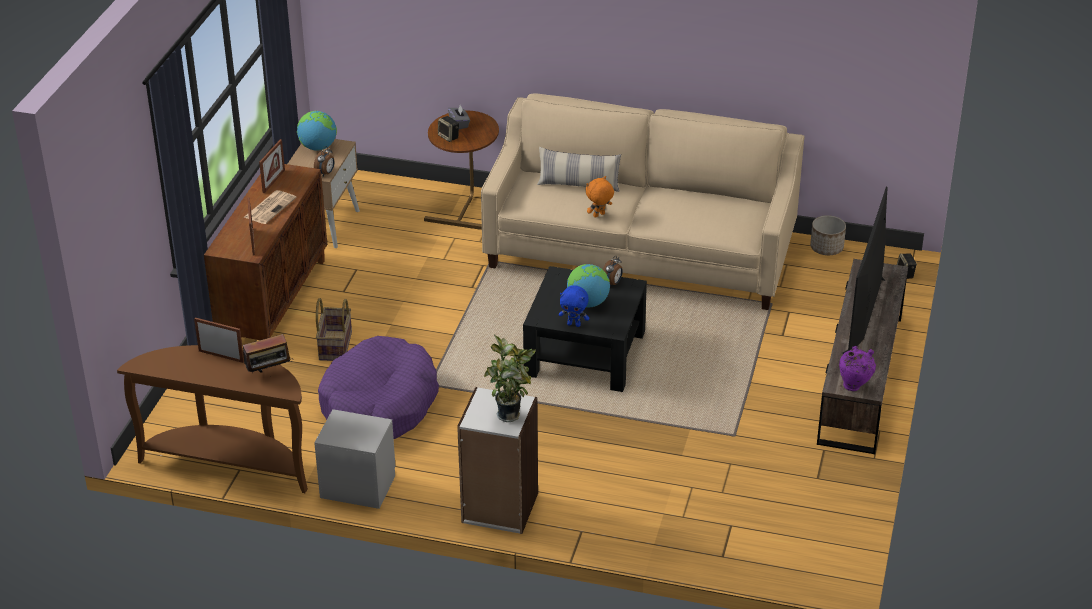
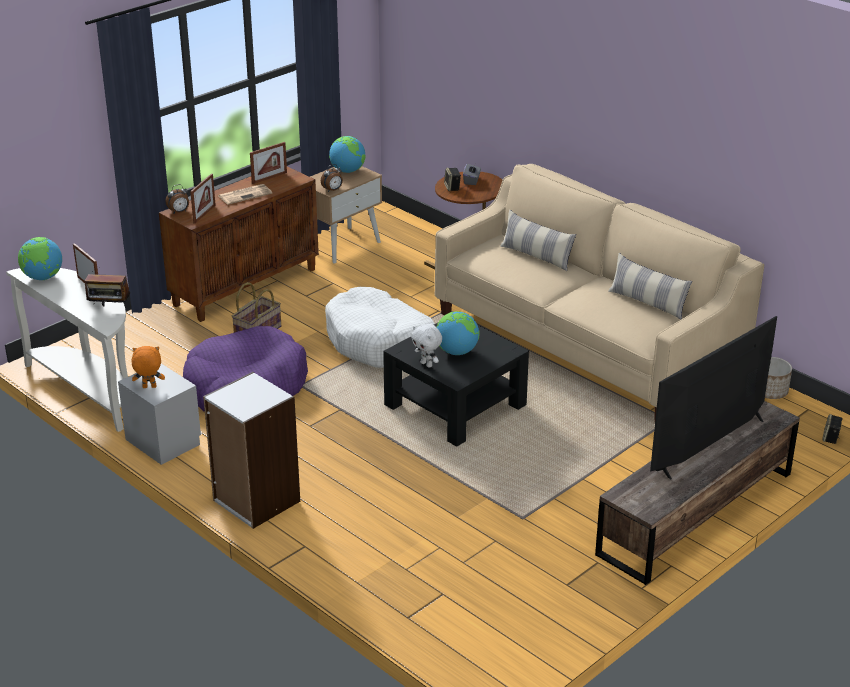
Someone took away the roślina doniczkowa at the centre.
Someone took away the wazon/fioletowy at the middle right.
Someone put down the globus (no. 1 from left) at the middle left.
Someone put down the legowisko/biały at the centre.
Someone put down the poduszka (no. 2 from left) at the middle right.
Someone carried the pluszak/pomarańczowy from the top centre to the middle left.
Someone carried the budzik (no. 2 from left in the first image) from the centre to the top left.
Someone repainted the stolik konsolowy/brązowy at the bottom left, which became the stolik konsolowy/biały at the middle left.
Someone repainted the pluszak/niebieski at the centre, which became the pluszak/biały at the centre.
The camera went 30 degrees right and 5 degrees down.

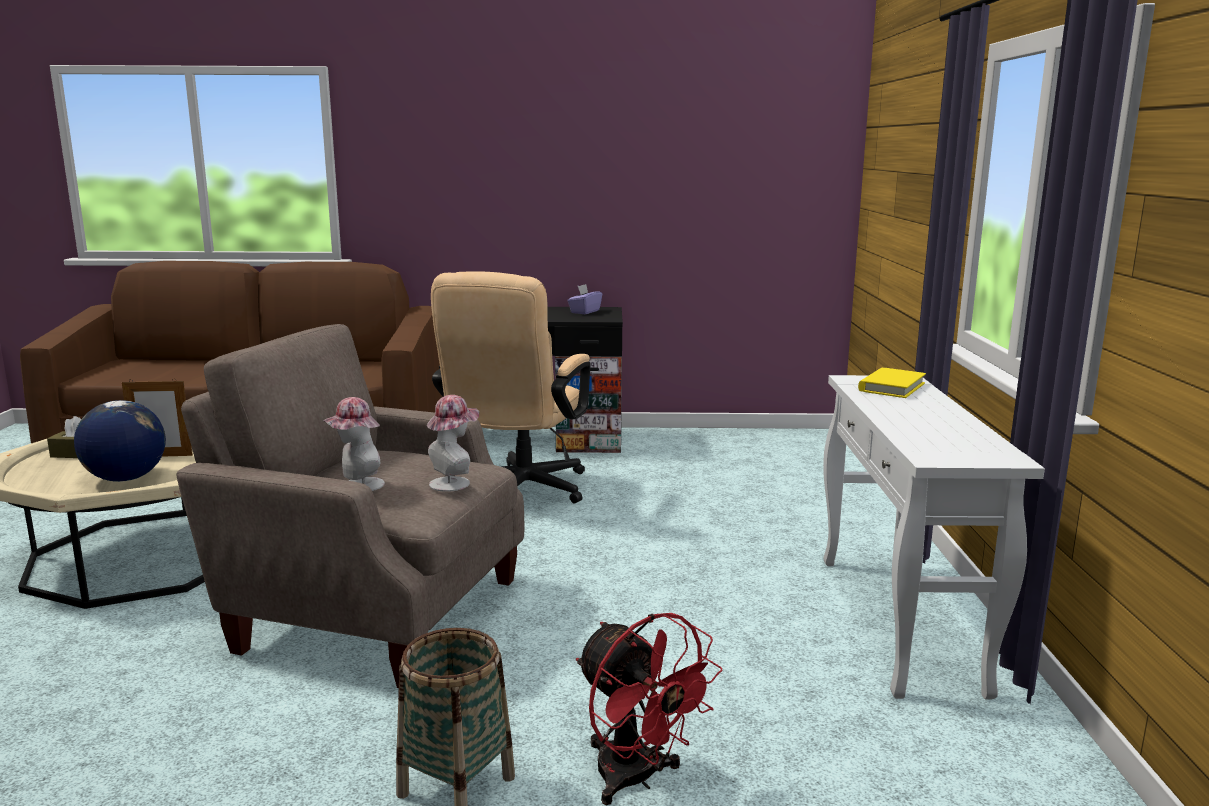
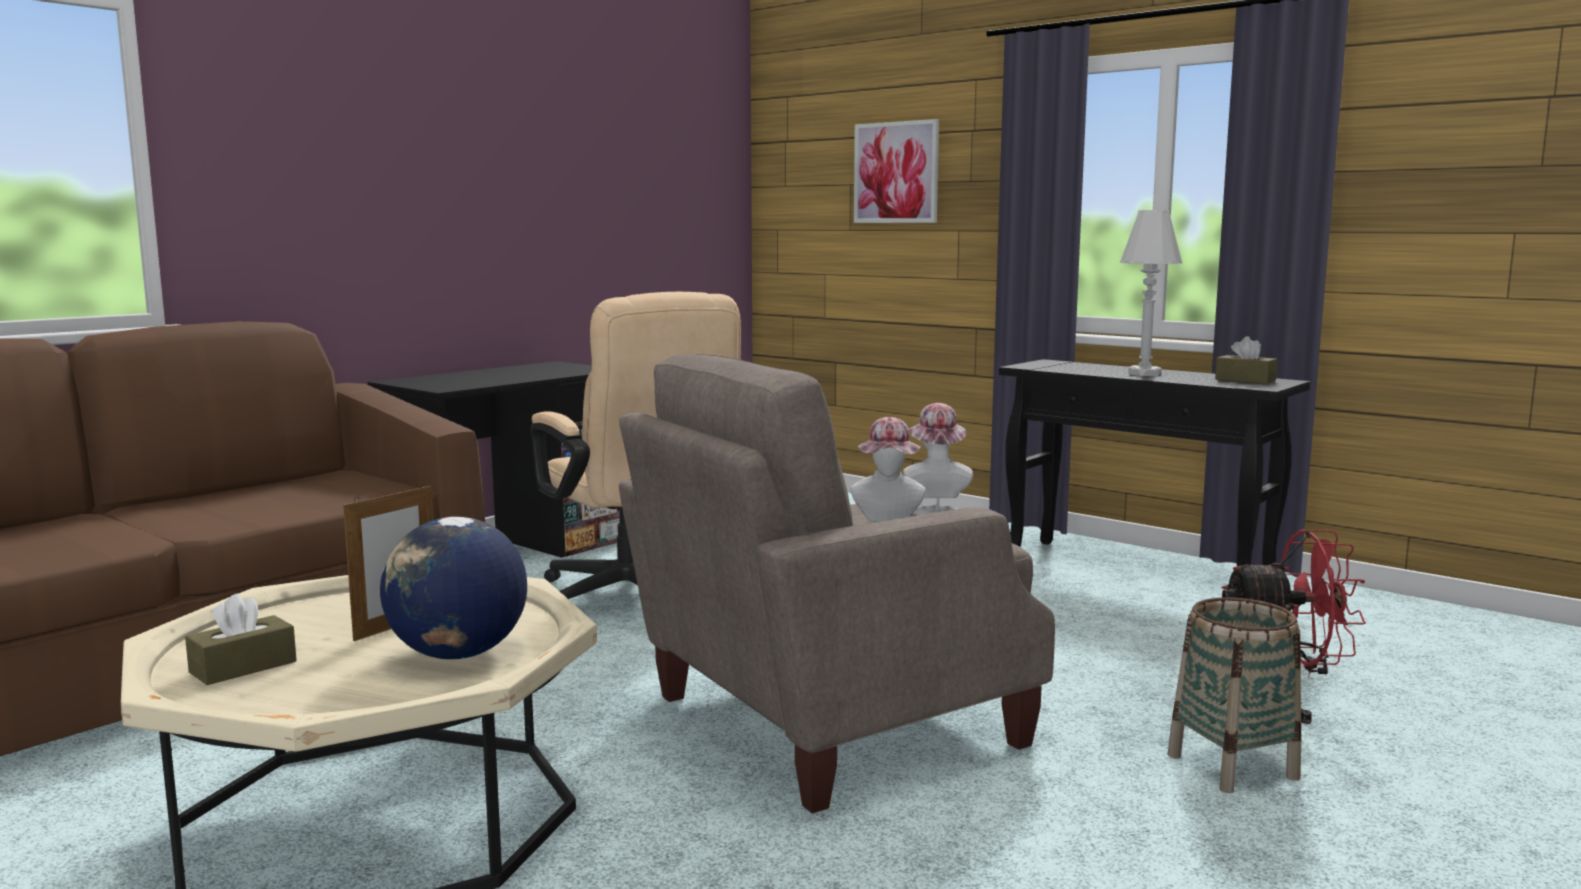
Someone took away the pudełko chusteczek/fioletowy at the centre.
Someone took away the książka/żółty at the middle right.
Someone put up the obraz at the top centre.
Someone put down the lampa stołowa/biały at the top right.
Someone put down the pudełko chusteczek/brązowy (no. 2 from left) at the middle right.
Someone repainted the stolik konsolowy/biały at the middle right, which became the stolik konsolowy/czarny at the middle right.
The camera went 50 degrees left and 5 degrees down.

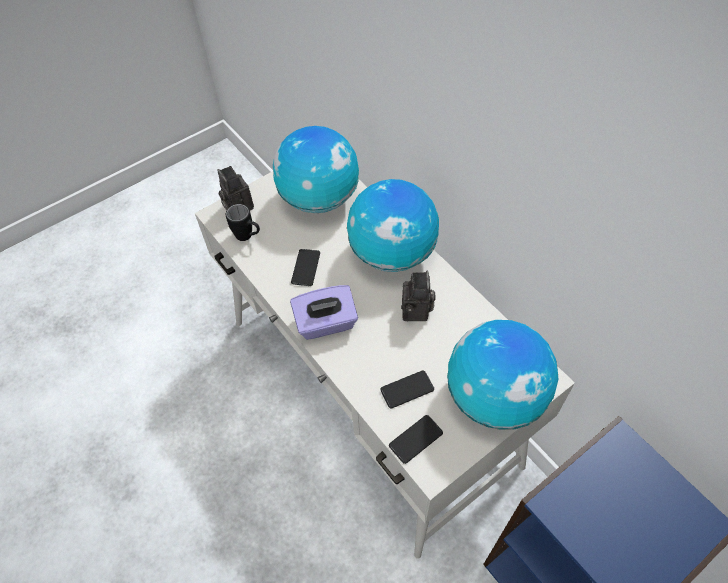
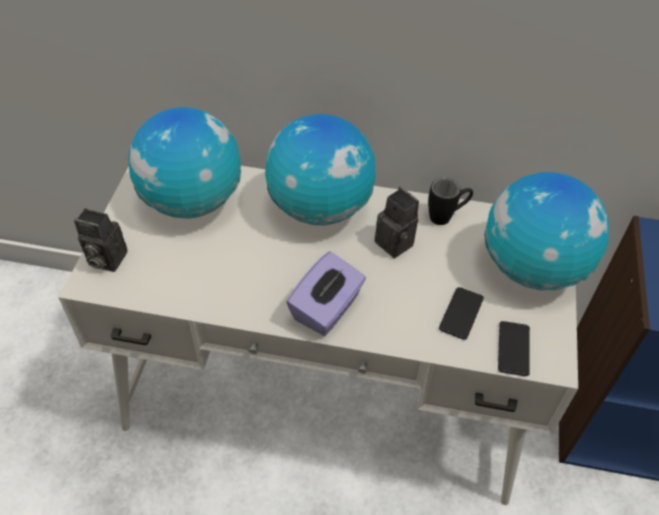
Someone took away the telefon (no. 1 from left) at the centre.
Someone carried the kubek/czarny from the centre to the middle right.
The camera went 45 degrees left and 5 degrees down.

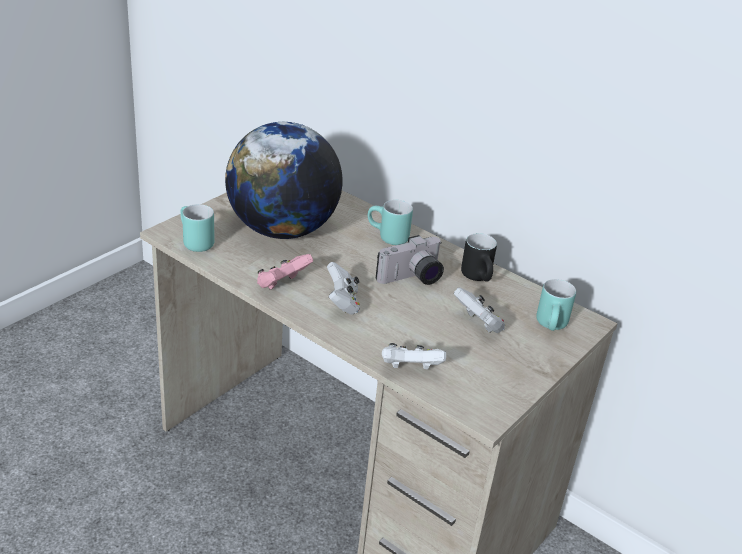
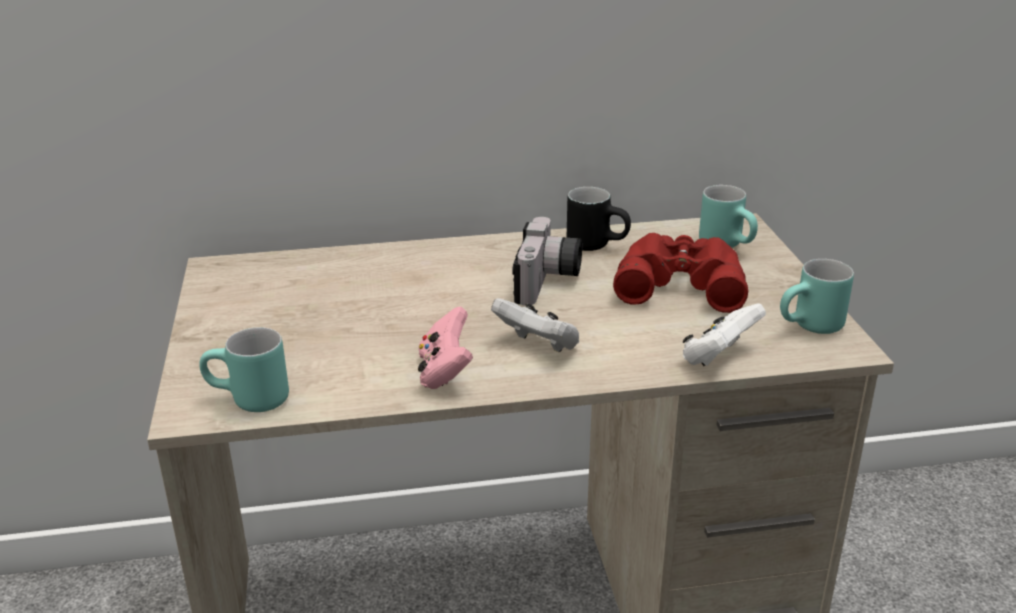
Someone took away the globus at the top centre.
Someone carried the kubek/turkusowy (no. 2 from left in the first image) from the centre to the middle right.
Someone swapped the pad do gier/biały (no. 3 from left) at the centre for the lornetka/czerwony at the middle right.
The camera went 45 degrees left and 5 degrees down.

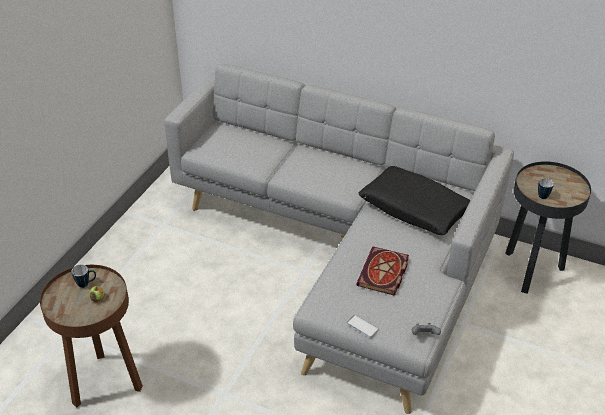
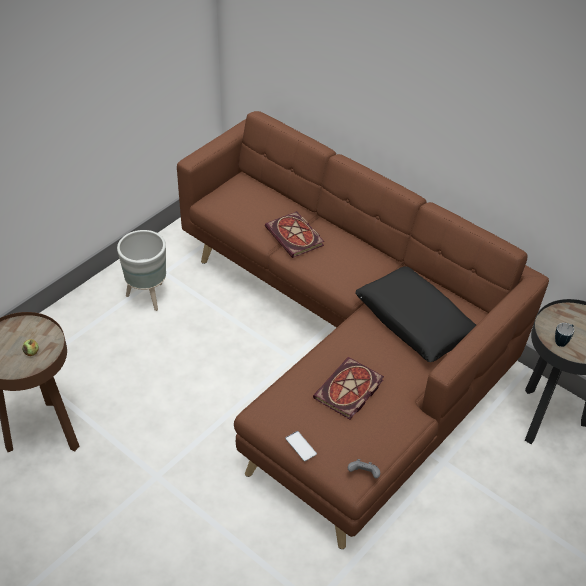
Someone took away the kubek (no. 1 from left) at the middle left.
Someone put down the donica/szary at the middle left.
Someone put down the książka (no. 1 from left) at the centre.
Someone repainted the kanapa/szary at the centre, which became the kanapa/brązowy at the centre.
The camera went 15 degrees right and 5 degrees up.

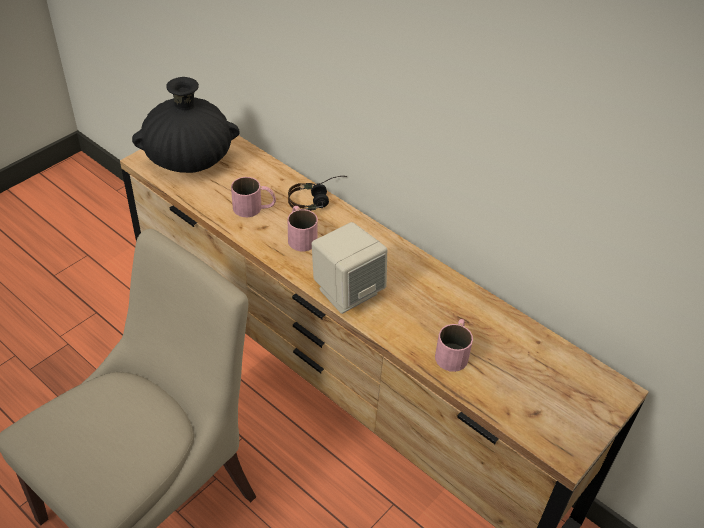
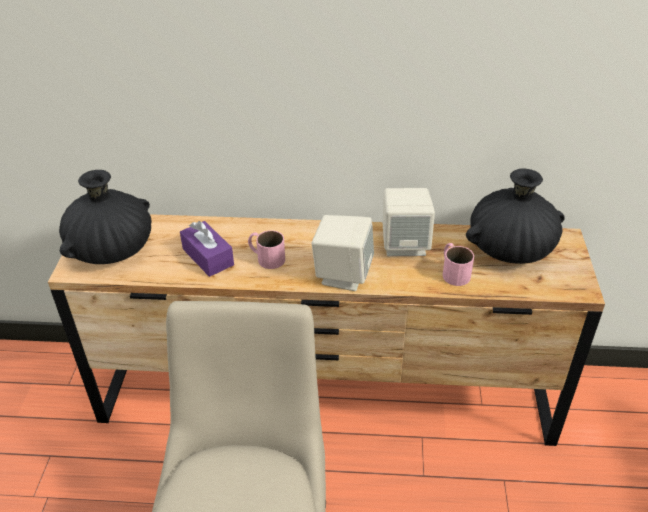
Someone took away the słuchawki at the centre.
Someone put down the głośnik/beżowy (no. 2 from left) at the centre.
Someone put down the wazon/czarny (no. 2 from left) at the middle right.
Someone swapped the kubek/różowy (no. 1 from left) at the centre for the pudełko chusteczek/fioletowy at the middle left.
The camera went 35 degrees left and 5 degrees down.

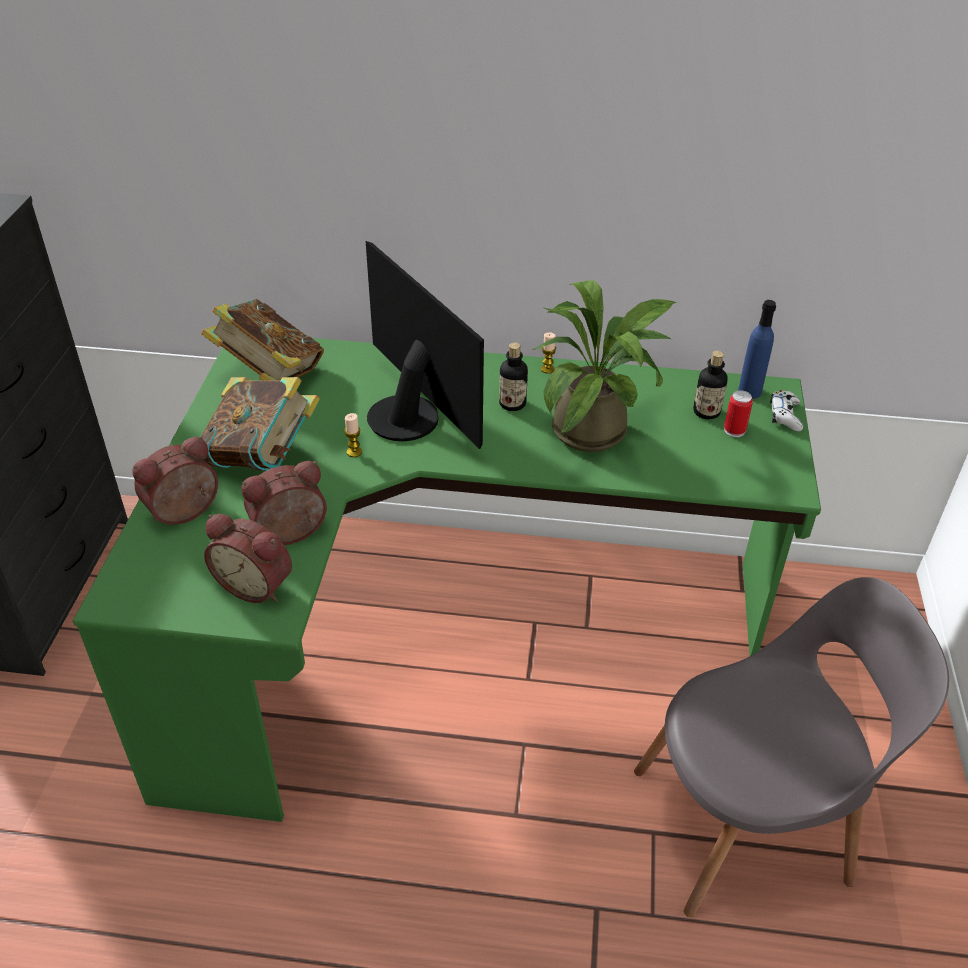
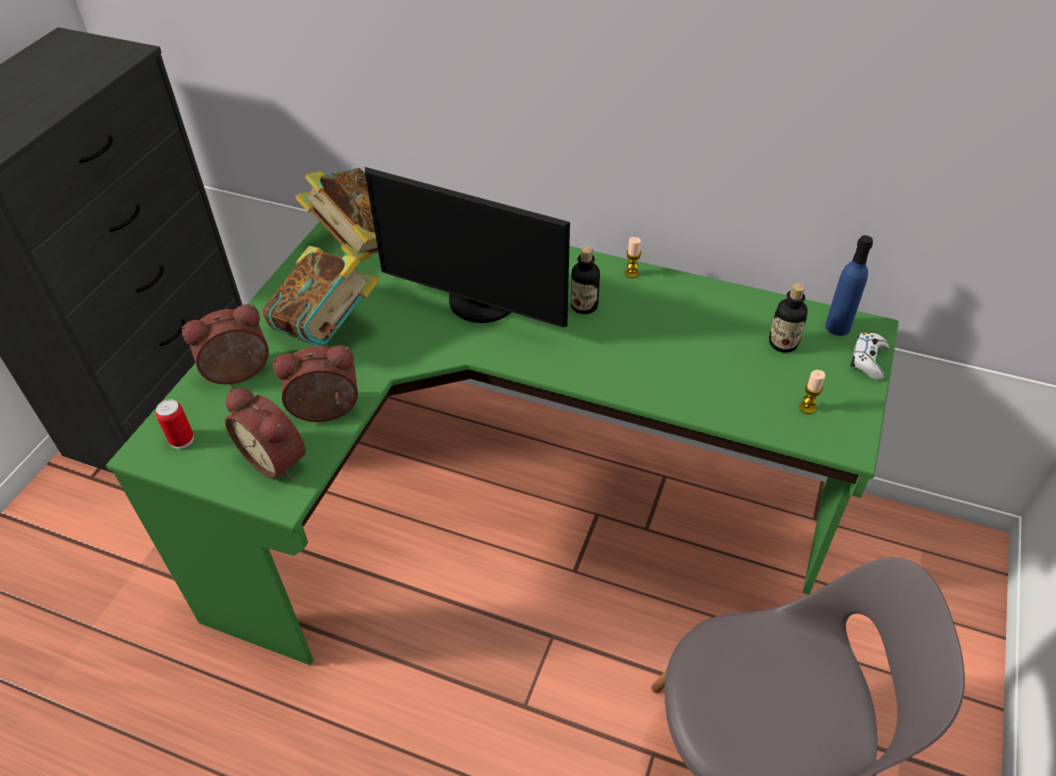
Someone took away the roślina doniczkowa at the centre.
Someone carried the świeca (no. 1 from left in the first image) from the centre to the middle right.
Someone carried the puszka from the middle right to the middle left.
Someone rotated the monitor at the centre by 135 degrees clockwise.
The camera went 15 degrees right and 5 degrees up.

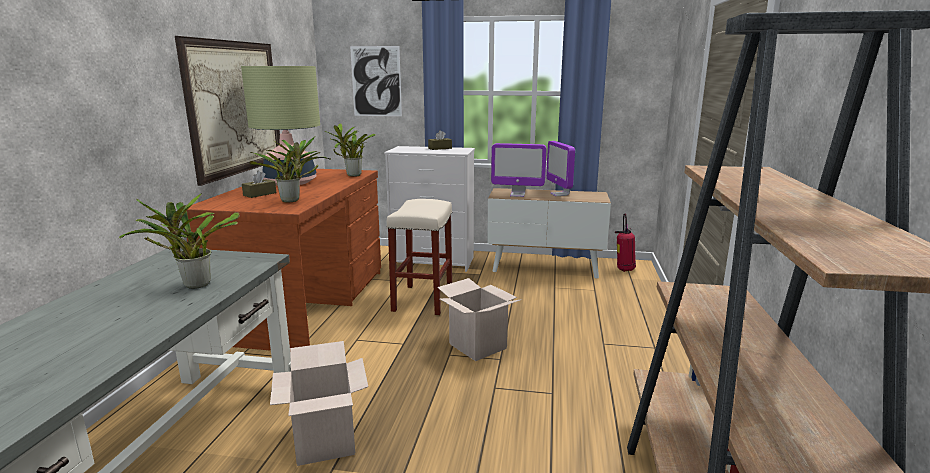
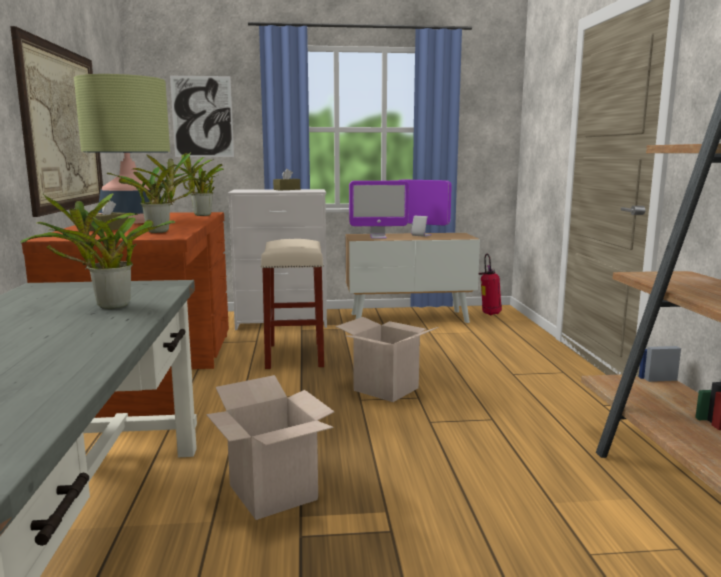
Someone rotated the monitor (no. 2 from left) at the centre by 150 degrees clockwise.
The camera went 15 degrees left and 5 degrees down.

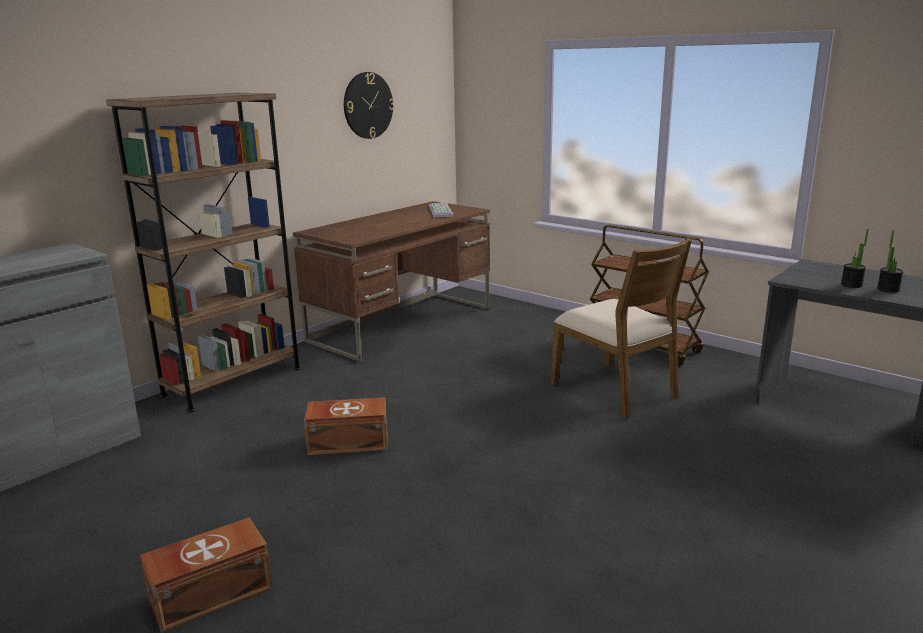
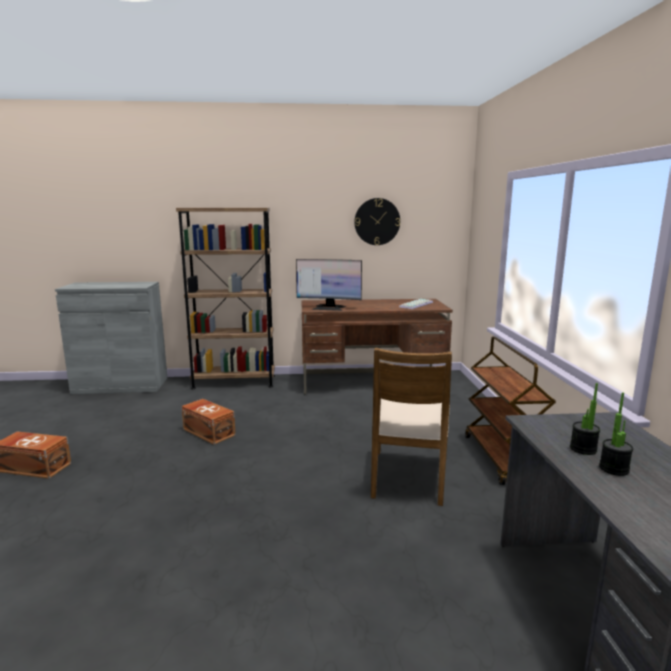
Someone put down the monitor at the centre.
The camera went 45 degrees right and 5 degrees down.

